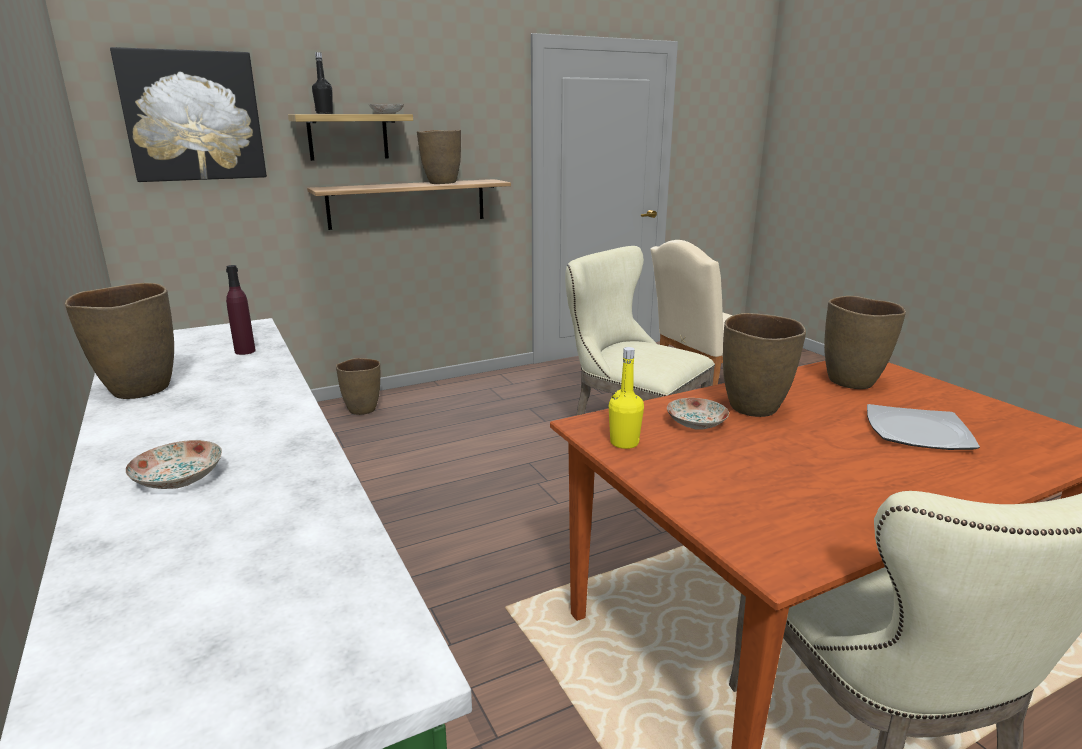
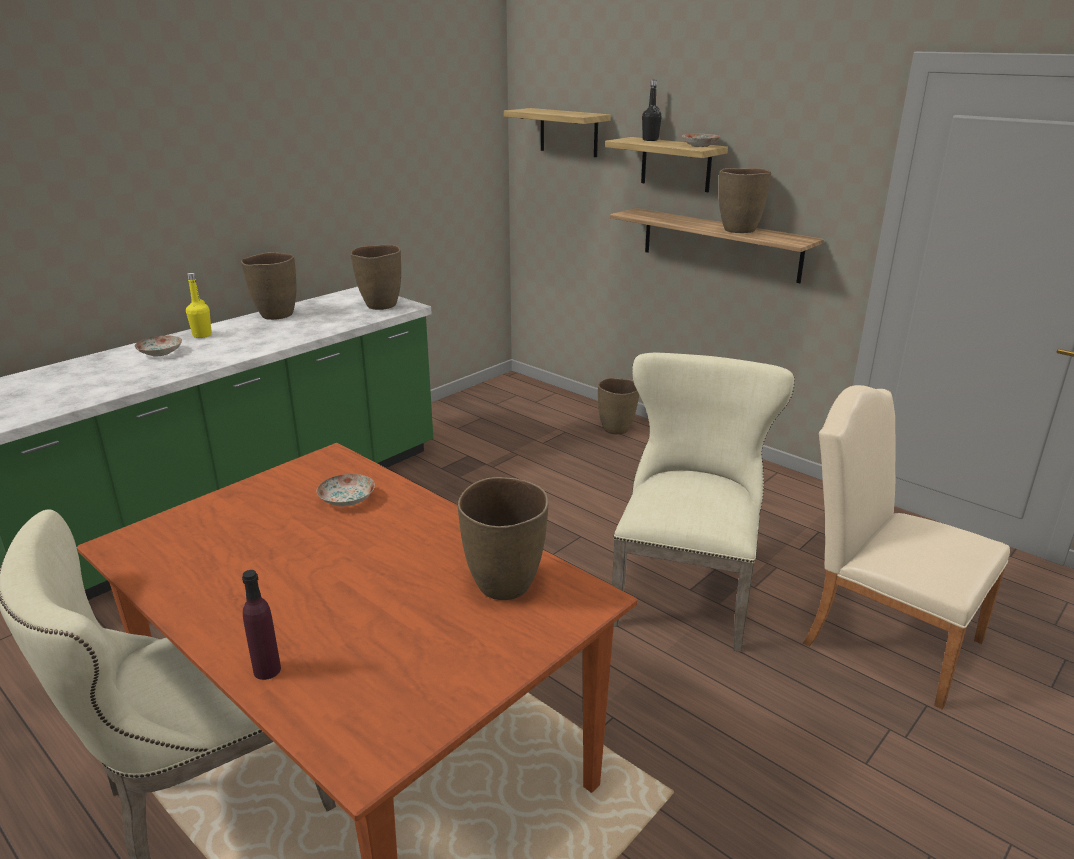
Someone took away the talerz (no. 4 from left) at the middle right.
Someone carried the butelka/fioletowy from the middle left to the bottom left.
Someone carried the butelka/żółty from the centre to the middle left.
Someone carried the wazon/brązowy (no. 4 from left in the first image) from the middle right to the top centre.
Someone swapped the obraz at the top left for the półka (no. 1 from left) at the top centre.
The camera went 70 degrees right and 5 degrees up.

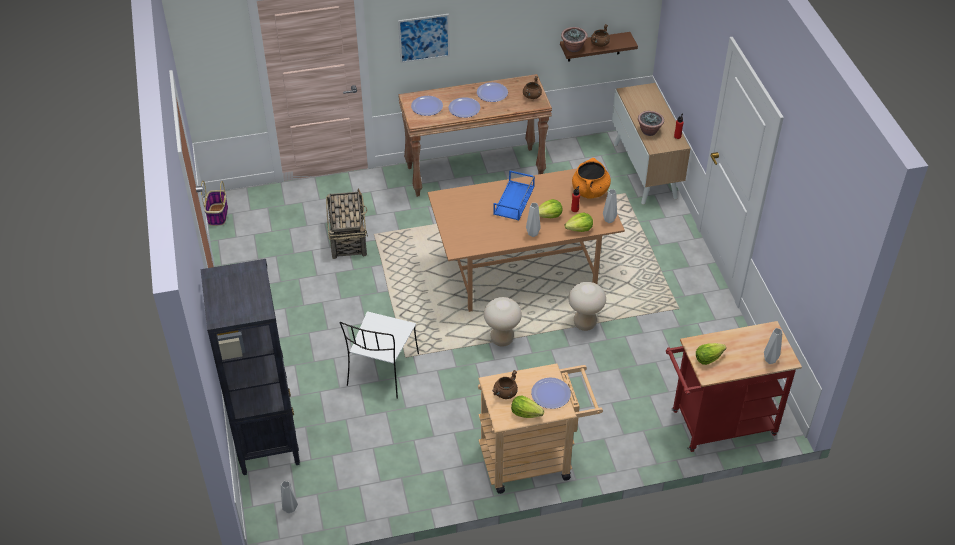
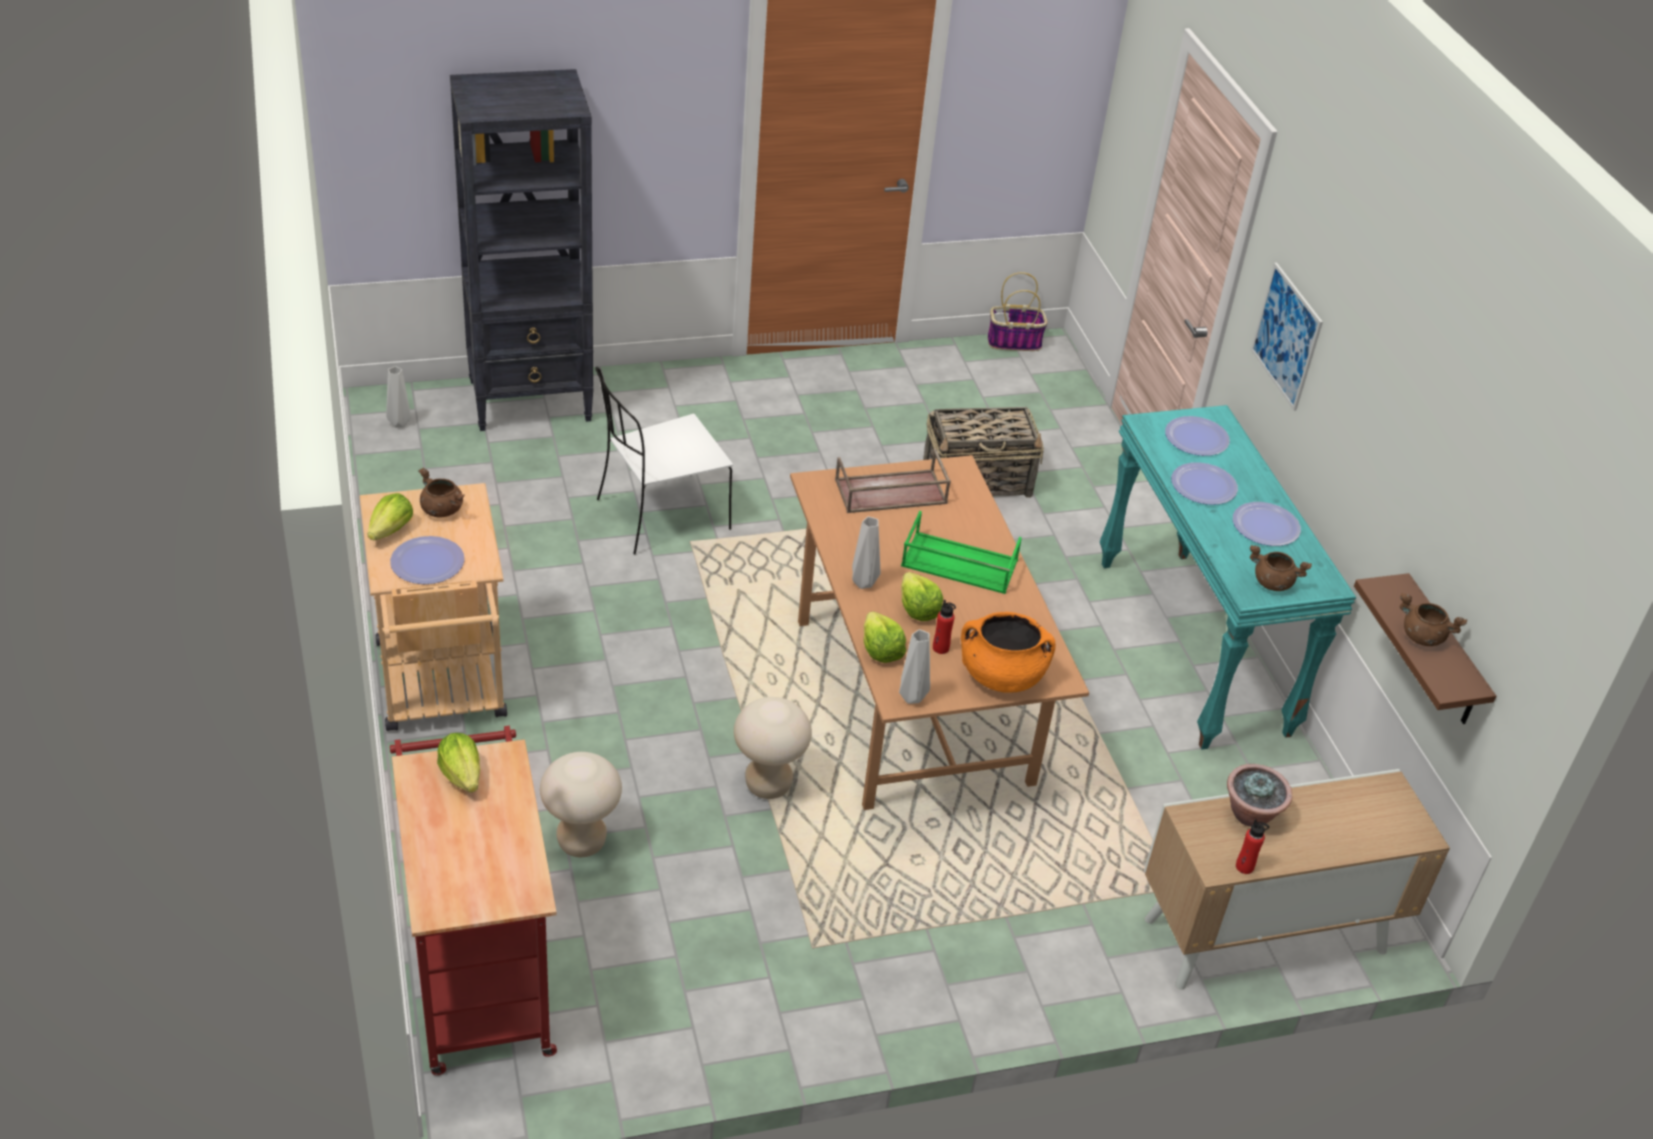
Someone took away the roślina doniczkowa (no. 1 from left) at the top centre.
Someone took away the wazon/szary (no. 4 from left) at the middle right.
Someone put down the taca/brązowy at the centre.
Someone carried the stołek/beżowy (no. 1 from left) from the centre to the bottom centre.
Someone repainted the stolik konsolowy/brązowy at the top centre, which became the stolik konsolowy/turkusowy at the middle right.
Someone repainted the taca/niebieski at the centre, which became the taca/zielony at the centre.
Someone rotated the krzesło/biały at the centre by 45 degrees counterclockwise.
The camera went 85 degrees right and 5 degrees down.

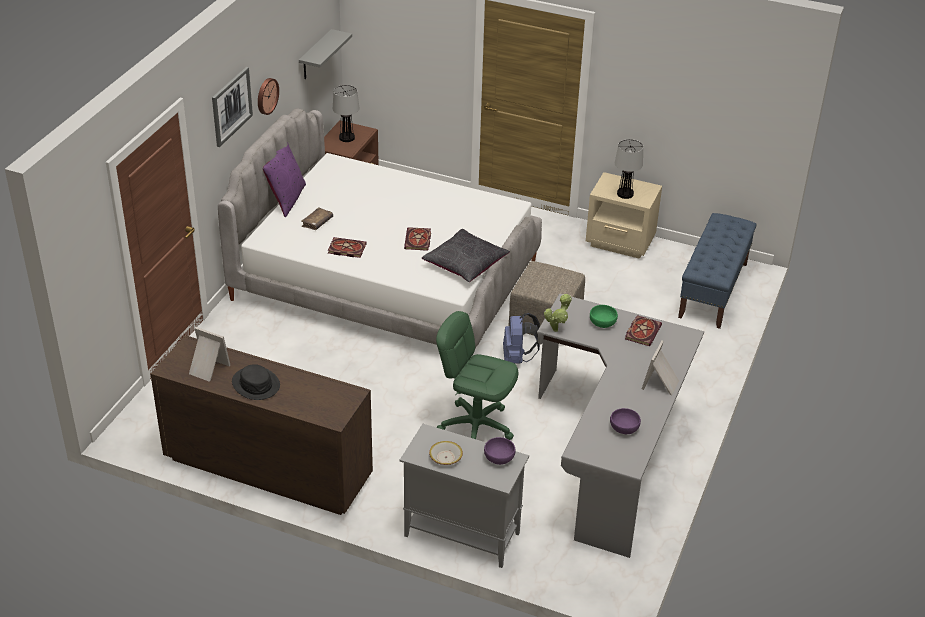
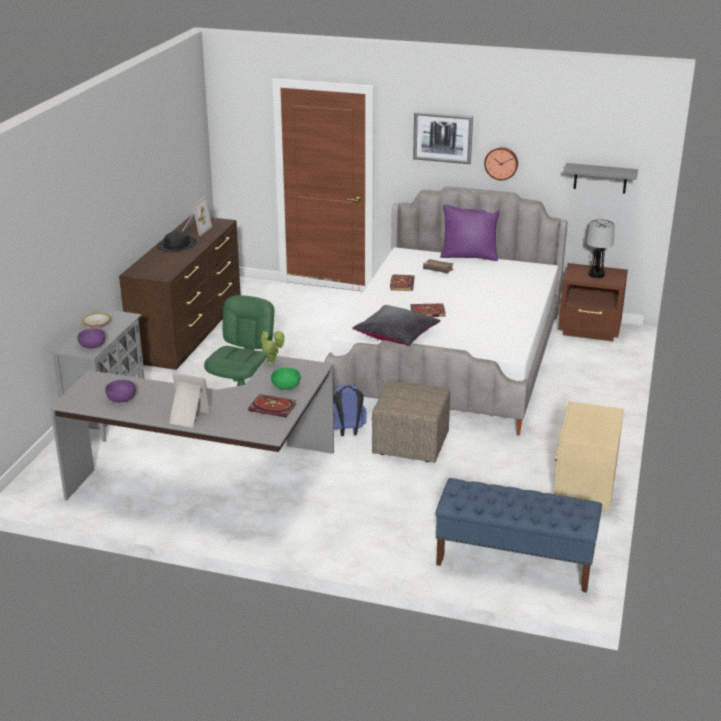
Someone took away the lampa stołowa (no. 2 from left) at the top right.
The camera went 85 degrees right and 10 degrees down.

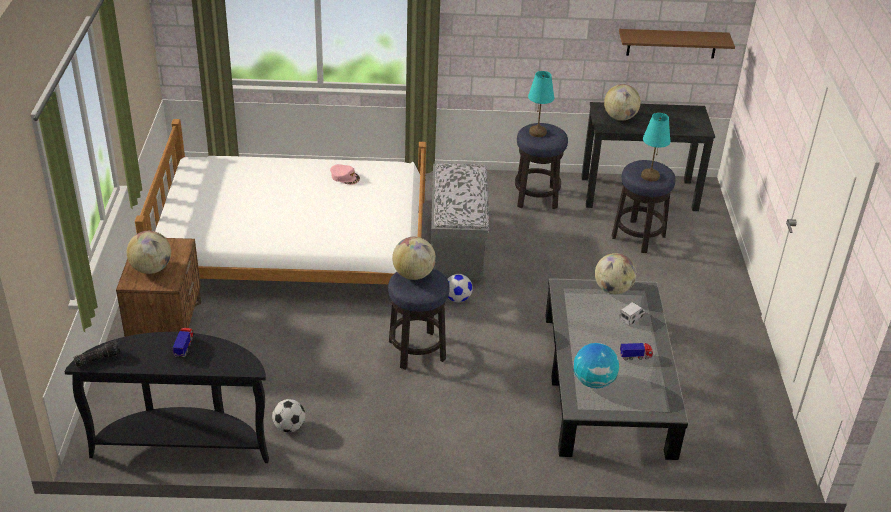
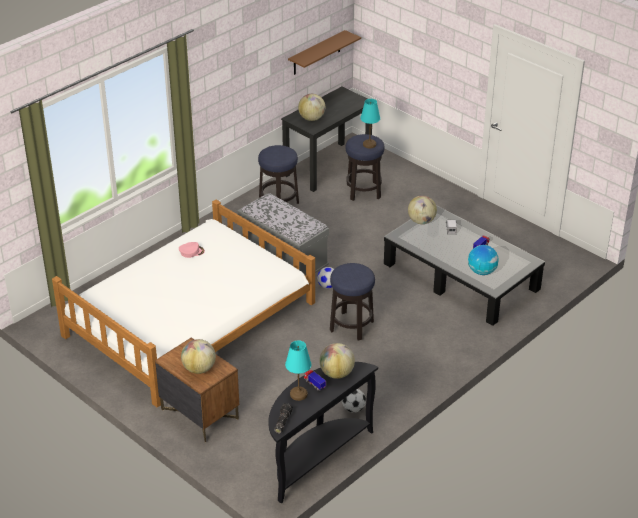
Someone carried the globus (no. 2 from left in the first image) from the centre to the bottom centre.
Someone carried the lampa stołowa/turkusowy (no. 1 from left) from the top centre to the bottom centre.
The camera went 45 degrees left and 0 degrees up.

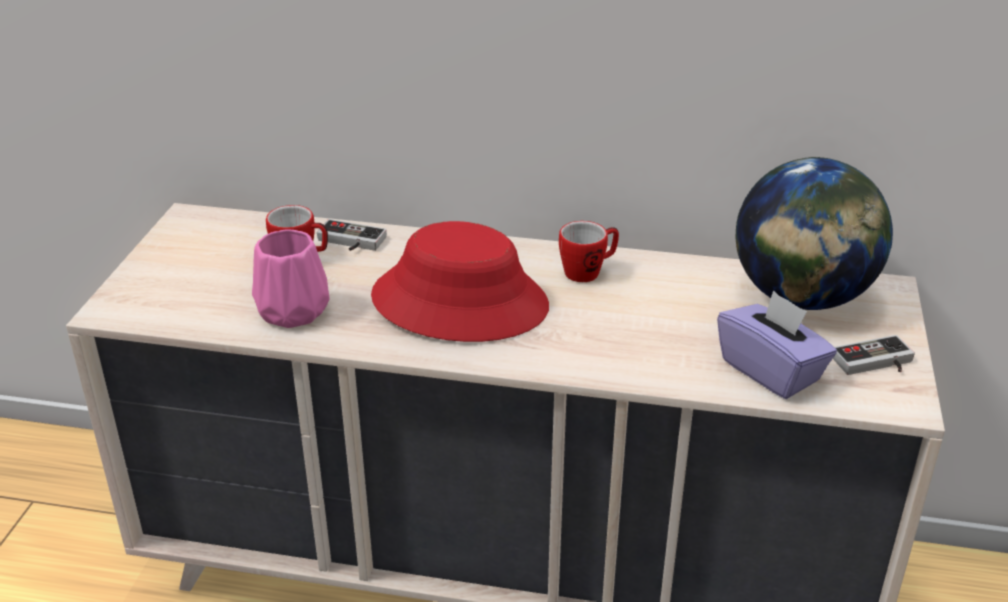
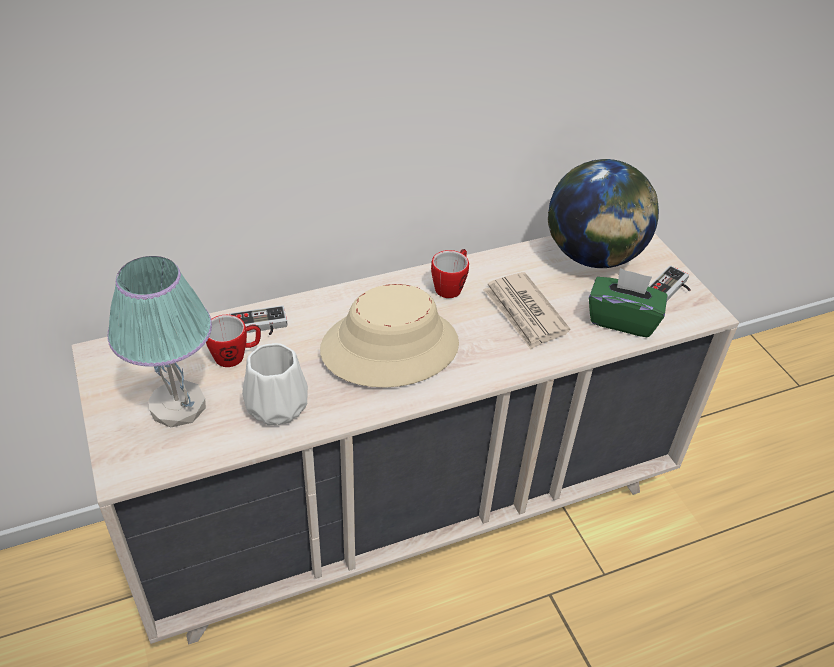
Someone put down the lampa stołowa at the middle left.
Someone put down the gazeta at the centre.
Someone repainted the wazon/różowy at the middle left, which became the wazon/biały at the middle left.
Someone repainted the kapelusz/czerwony at the centre, which became the kapelusz/beżowy at the centre.
Someone repainted the pudełko chusteczek/fioletowy at the middle right, which became the pudełko chusteczek/zielony at the middle right.
The camera went 35 degrees left and 10 degrees up.

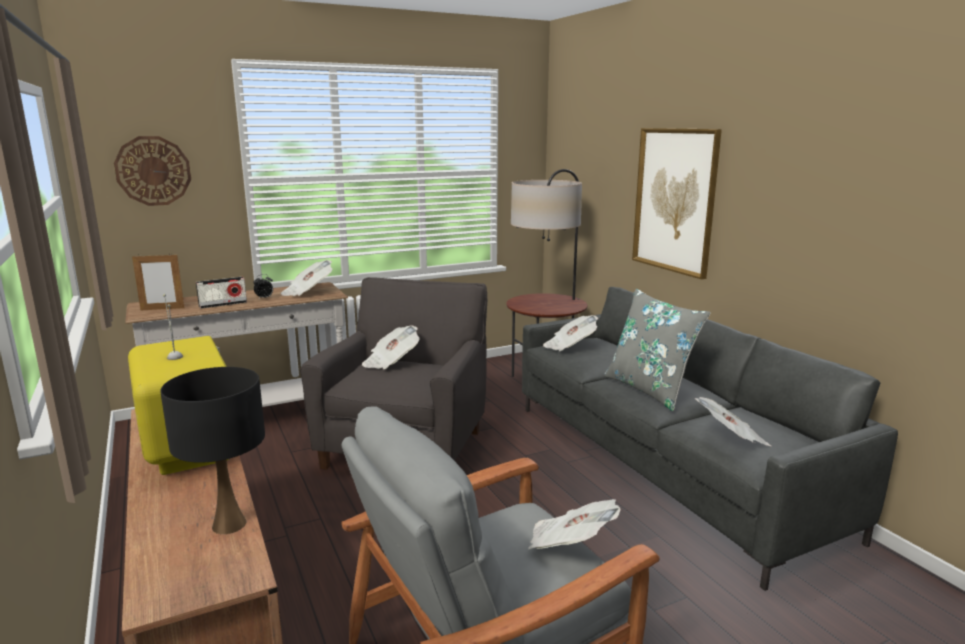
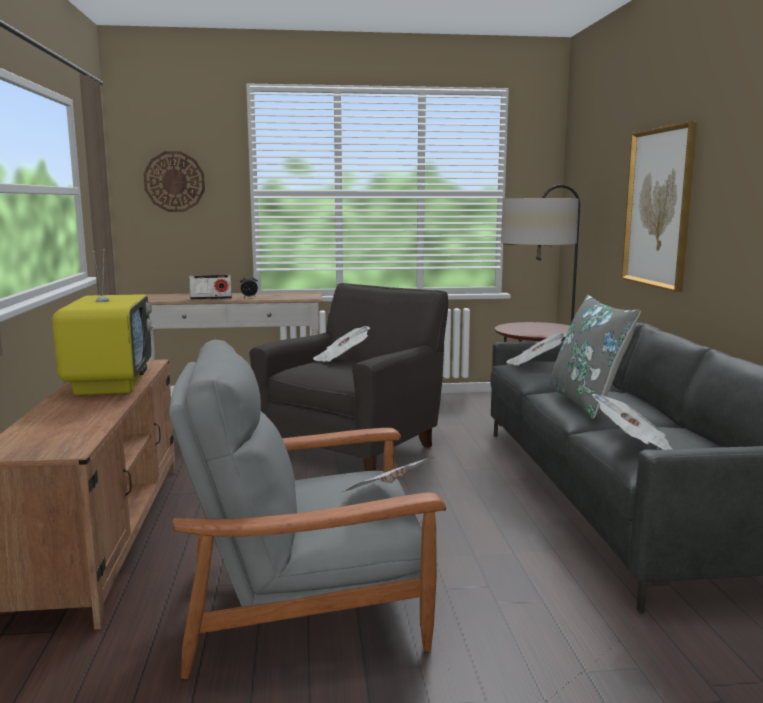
Someone took away the ramka na zdjęcie at the middle left.
Someone took away the lampa stołowa/czarny at the bottom left.
Someone took away the gazeta (no. 1 from left) at the middle left.
The camera went 20 degrees right and 5 degrees down.

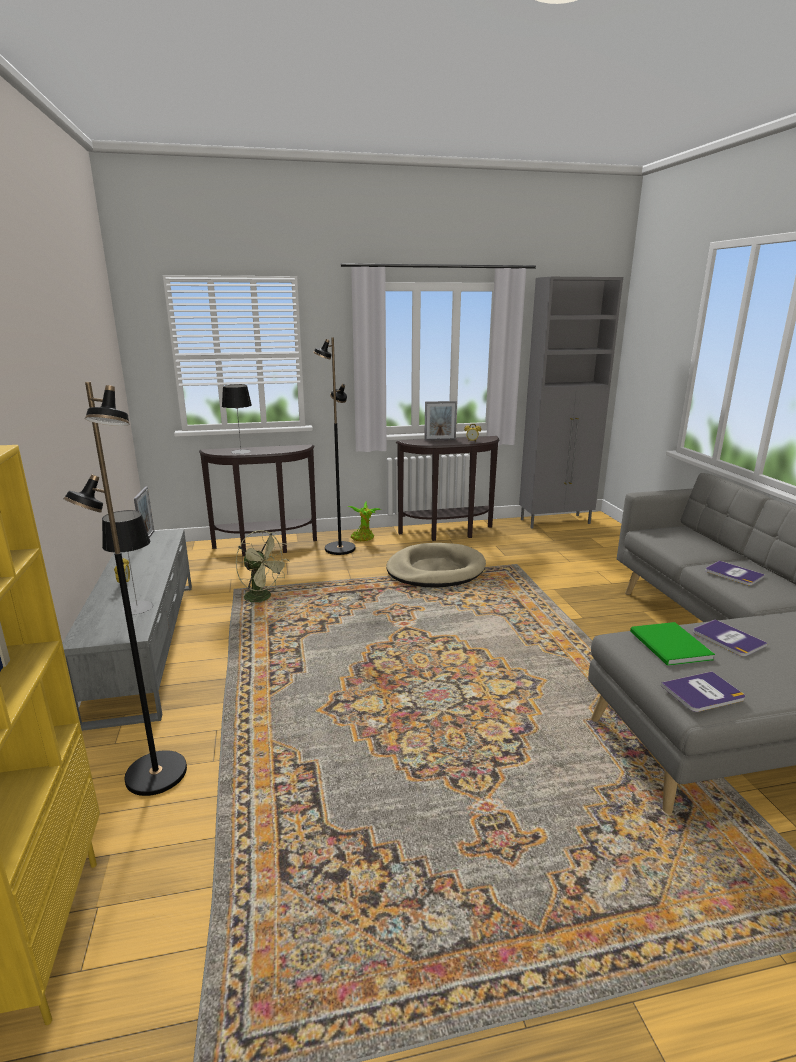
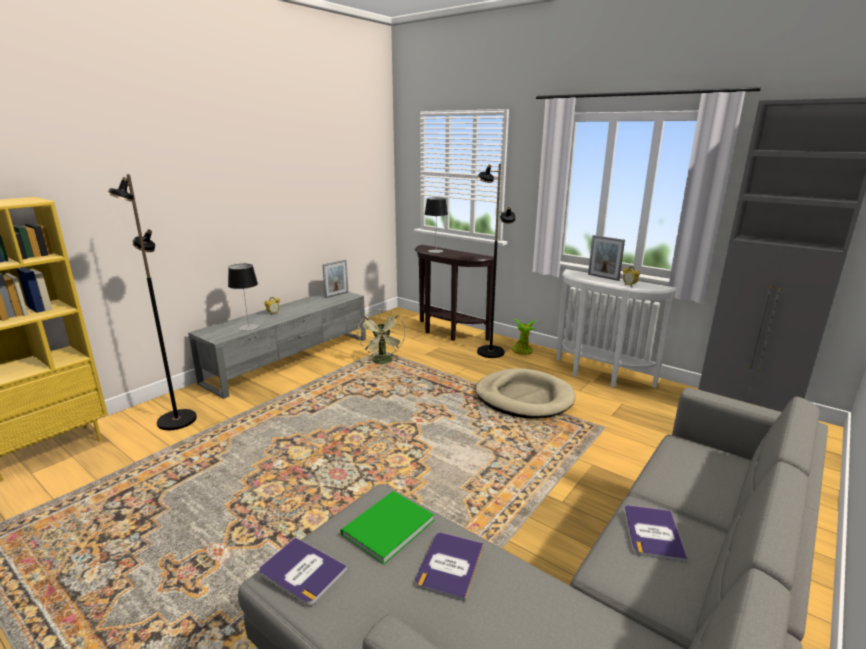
Someone repainted the stolik konsolowy/brązowy (no. 2 from left) at the centre, which became the stolik konsolowy/biały at the middle right.
The camera went 50 degrees right and 0 degrees up.

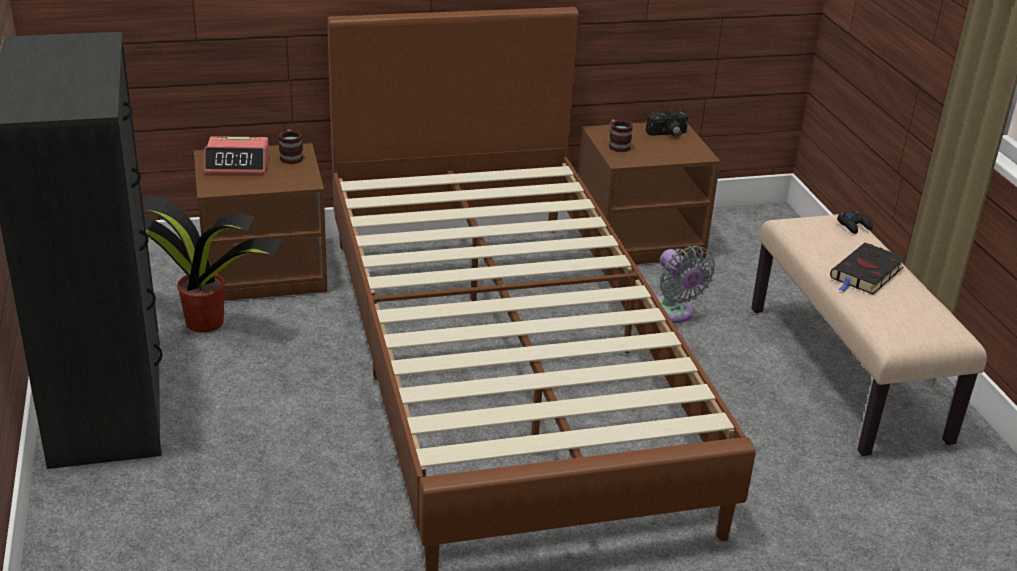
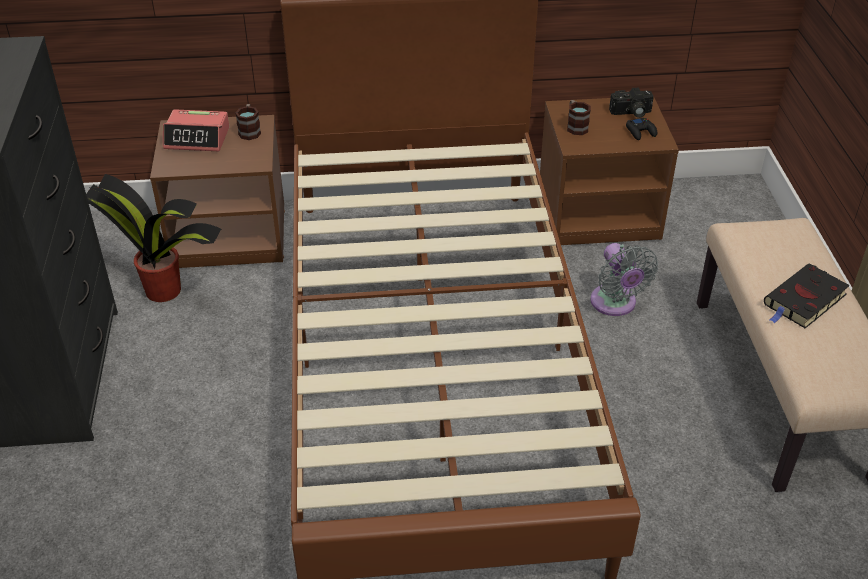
Someone carried the pad do gier/czarny from the middle right to the top right.
The camera went 10 degrees right and 10 degrees up.

